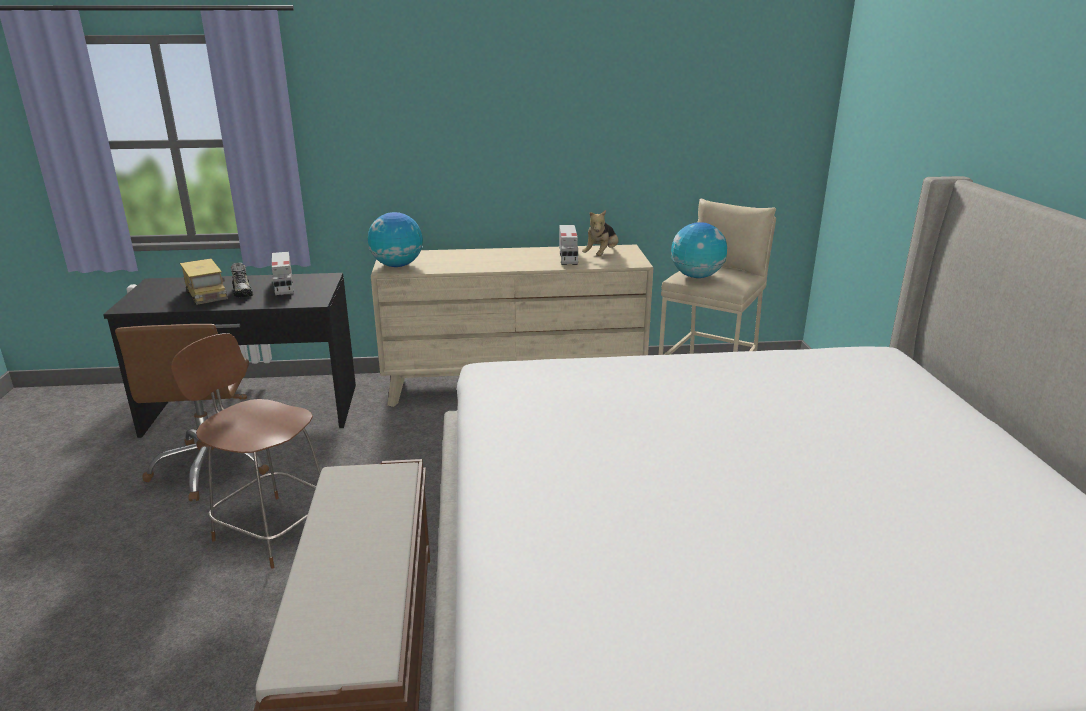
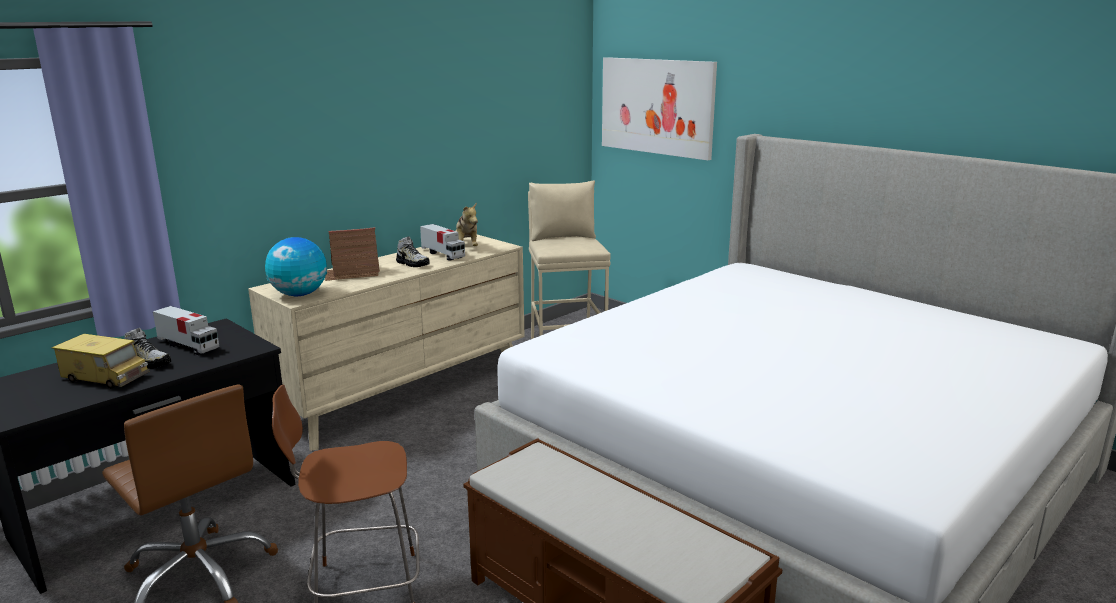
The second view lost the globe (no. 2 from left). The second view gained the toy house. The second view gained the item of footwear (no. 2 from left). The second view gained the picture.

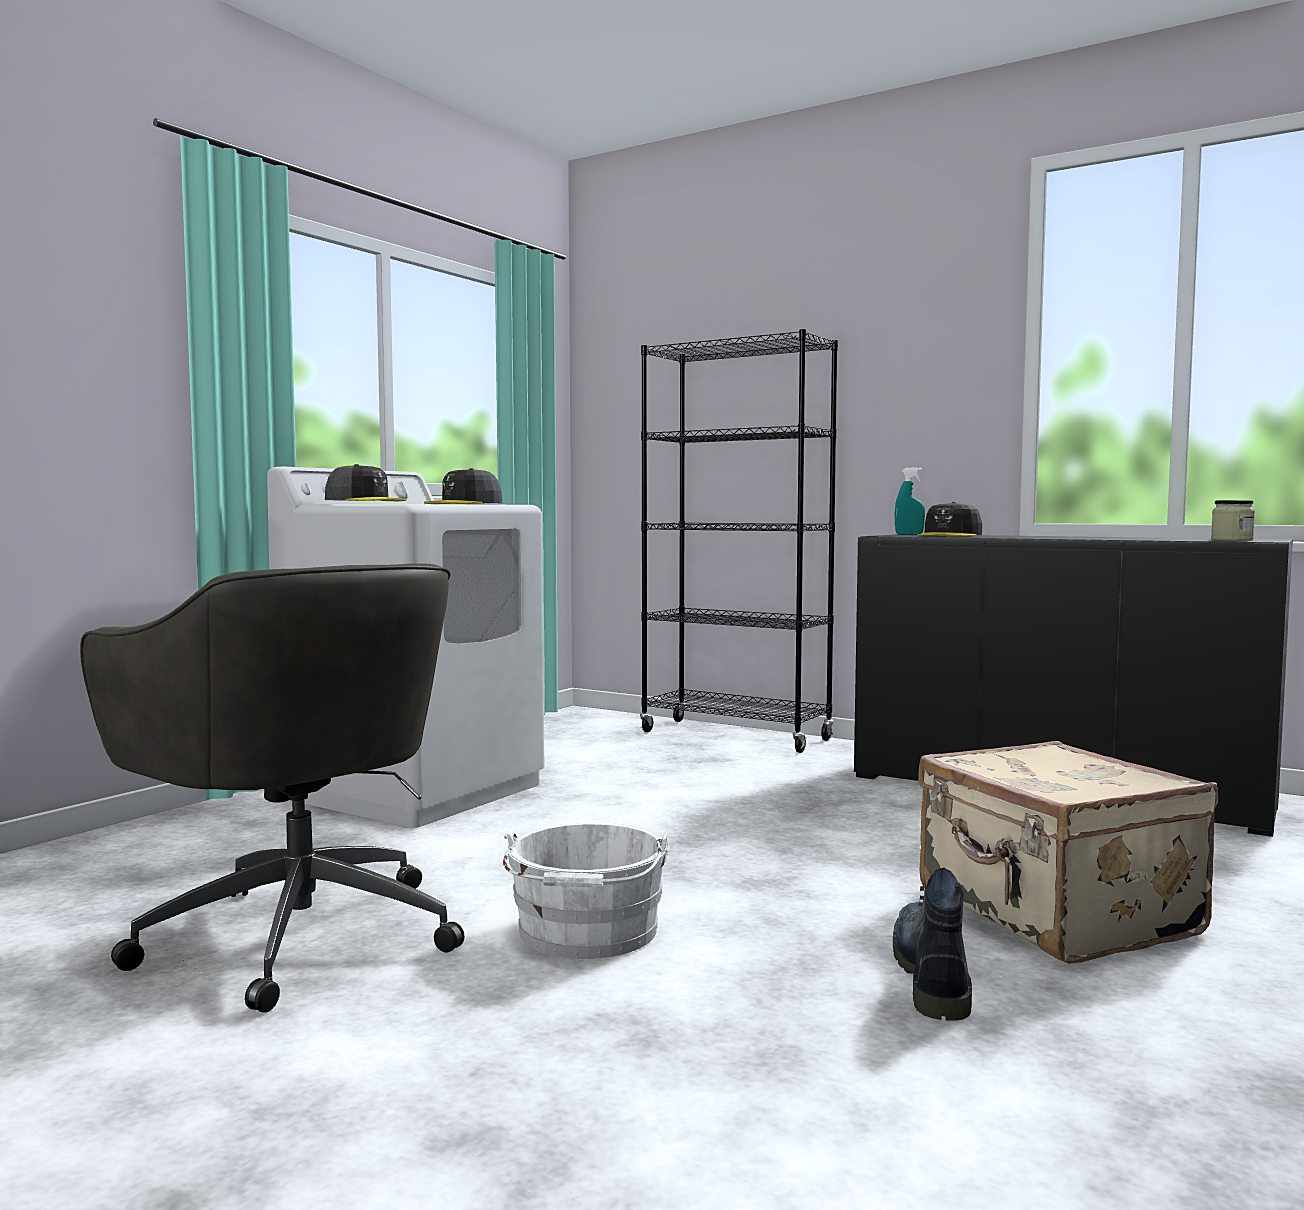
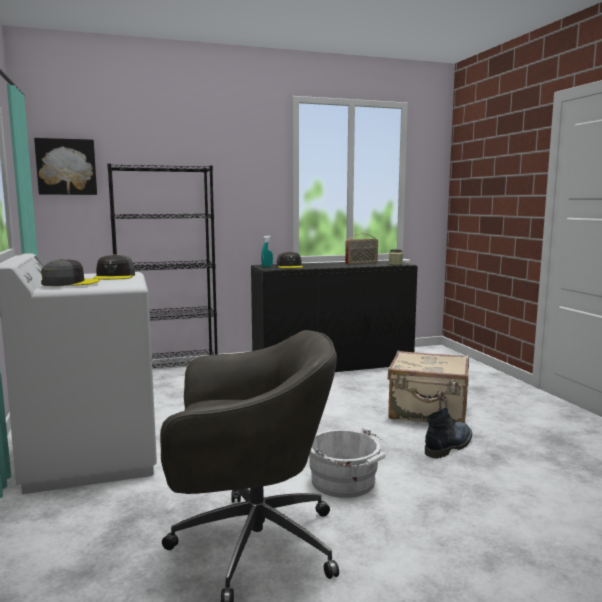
The high-top boot ended up facing another way, 90 degrees clockwise from before. The second view gained the picture. The second view gained the radio set.

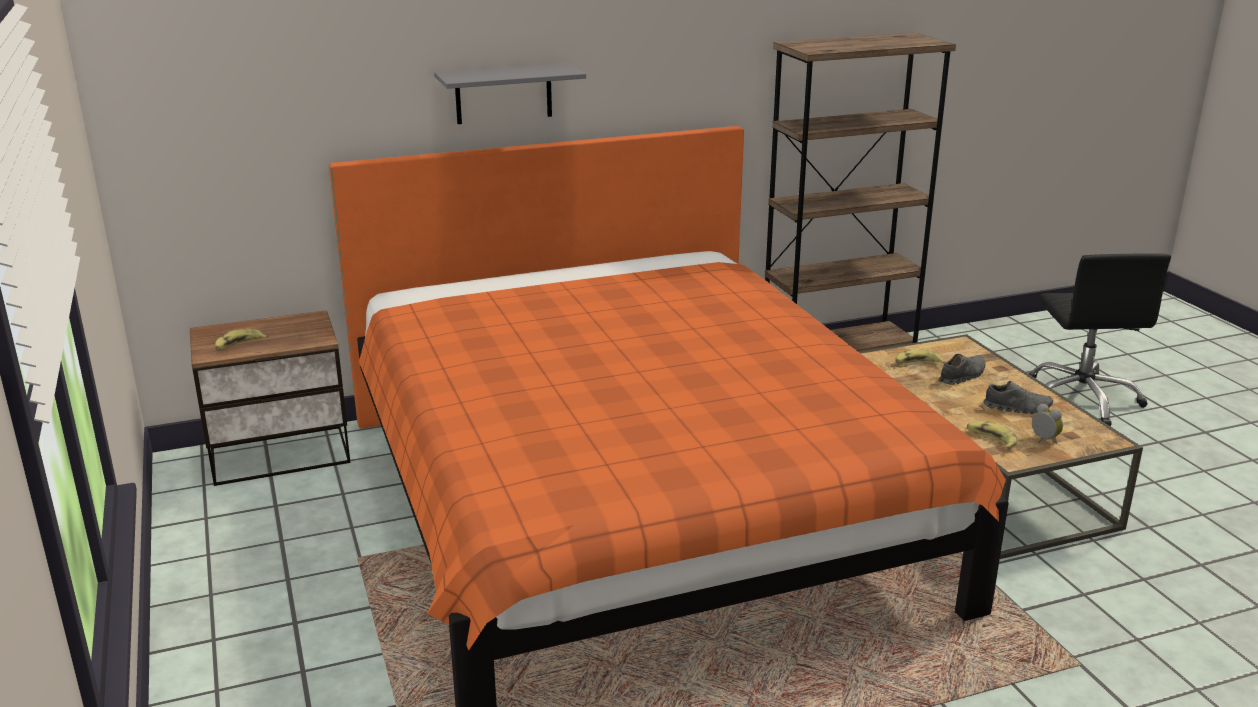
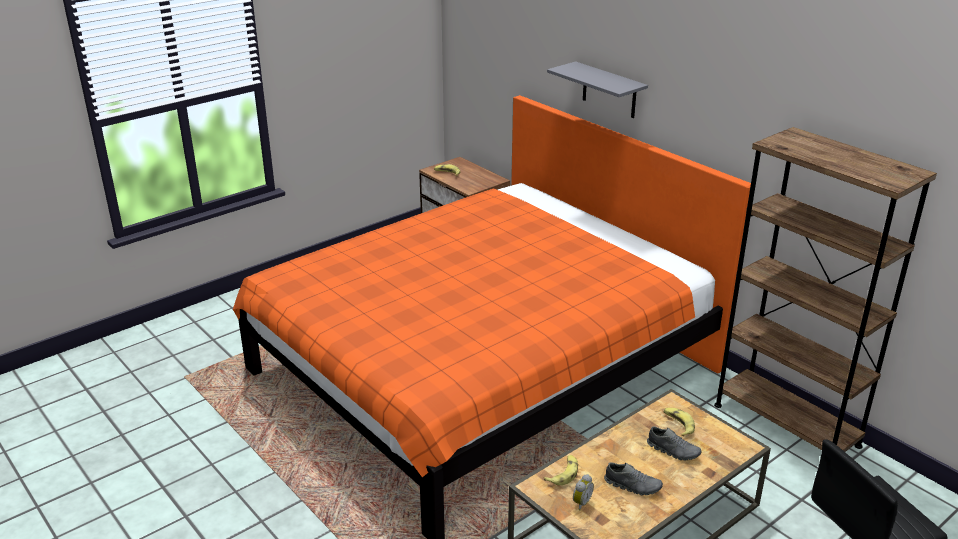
The grey item of footwear (no. 2 from left in the first image) ended up facing another way, 60 degrees counterclockwise from before.

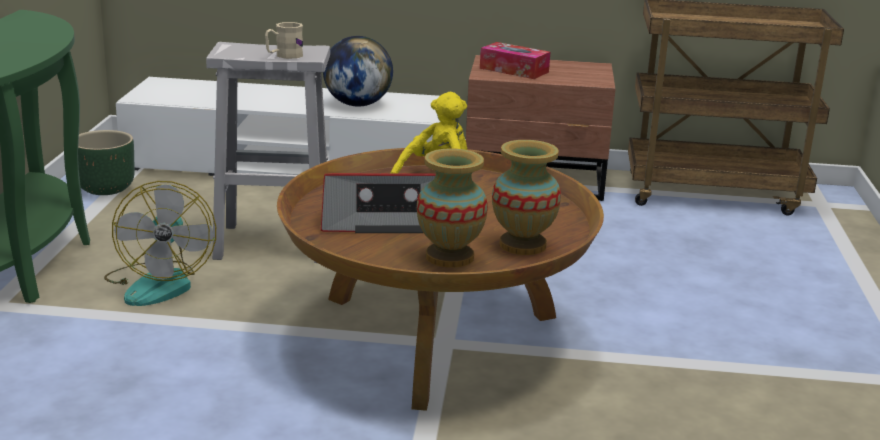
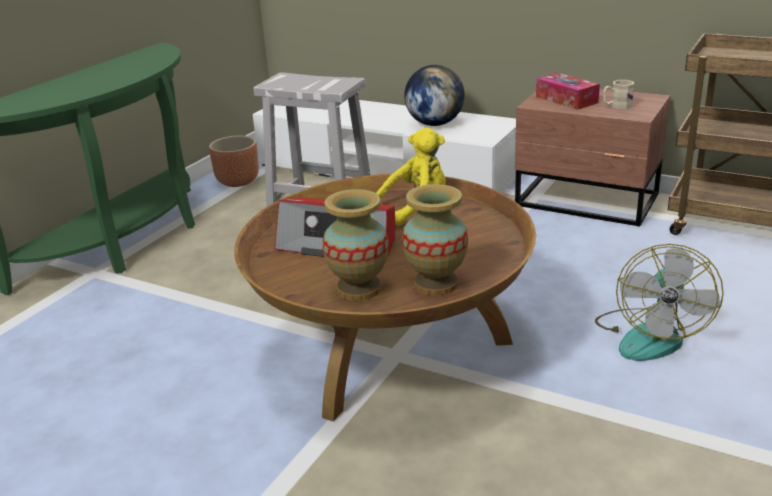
What was the greenish flower pot turned into the brown flower pot. The electric fan ended up elsewhere. The beige-coloured tea mug ended up elsewhere.

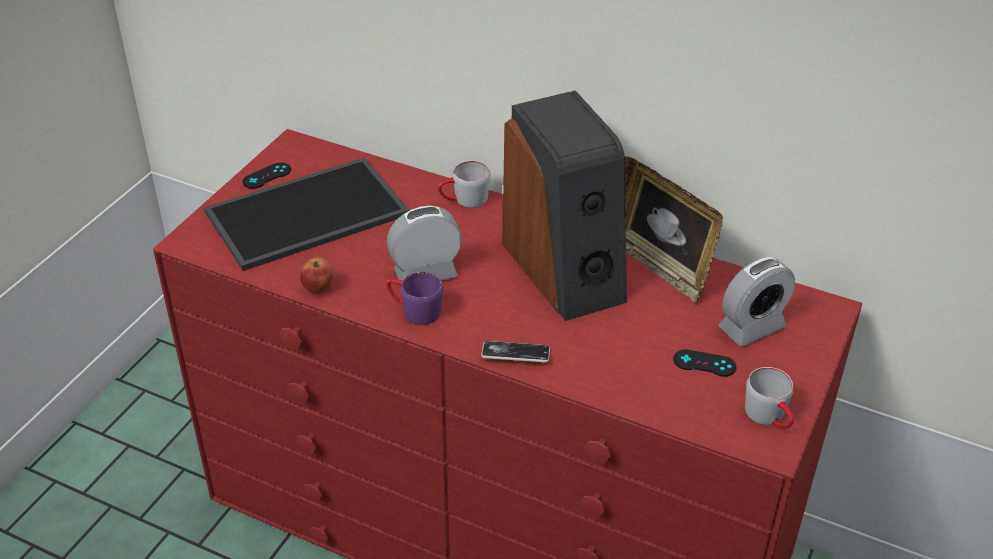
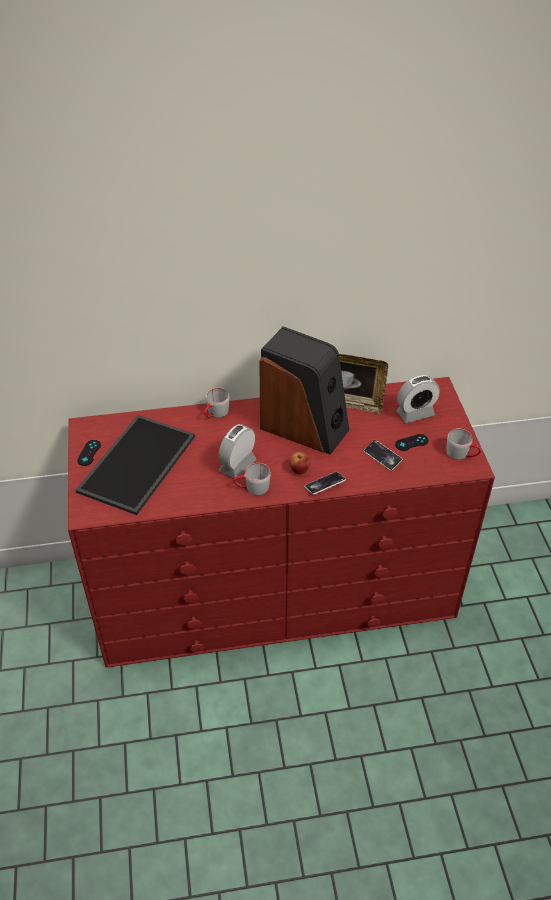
The apple fruit ended up elsewhere. What was the purplish tea mug turned into the grey tea mug (no. 2 from left). The table clock (no. 2 from left) ended up facing another way, 45 degrees clockwise from before. The second view gained the telephone (no. 2 from left).

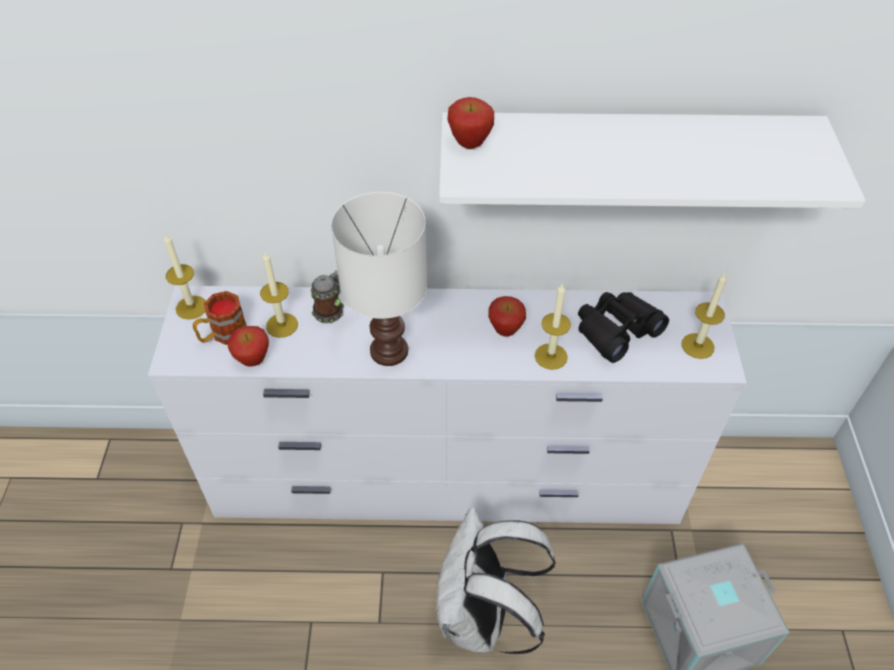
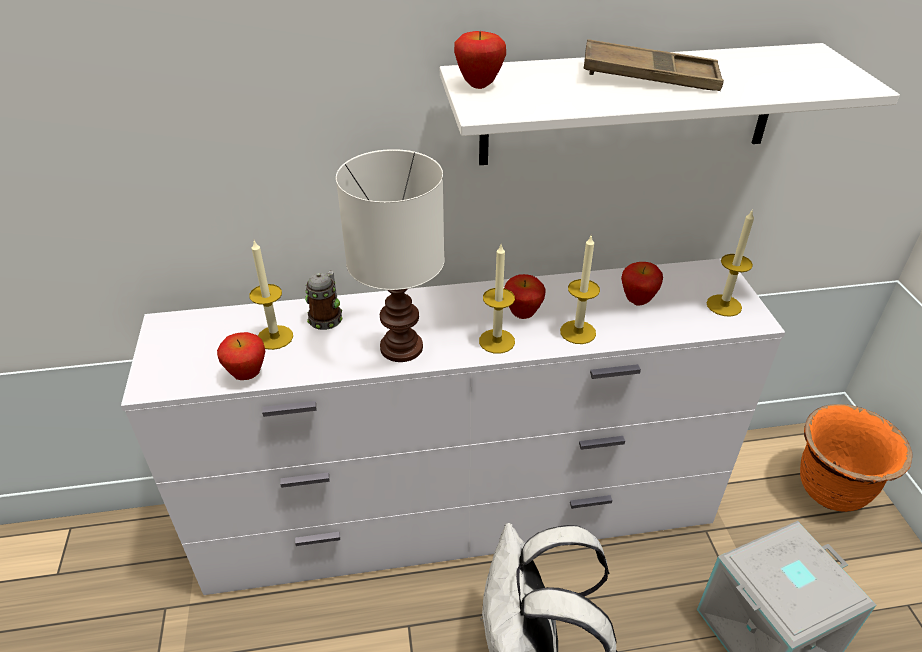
The wax light (no. 1 from left in the first image) ended up elsewhere. The second view lost the tea mug (no. 1 from left). Where the blackish field glasses stood, the apple fruit (no. 4 from left) came to stand. The second view gained the brown serving tray. The second view gained the orange-coloured flower pot.

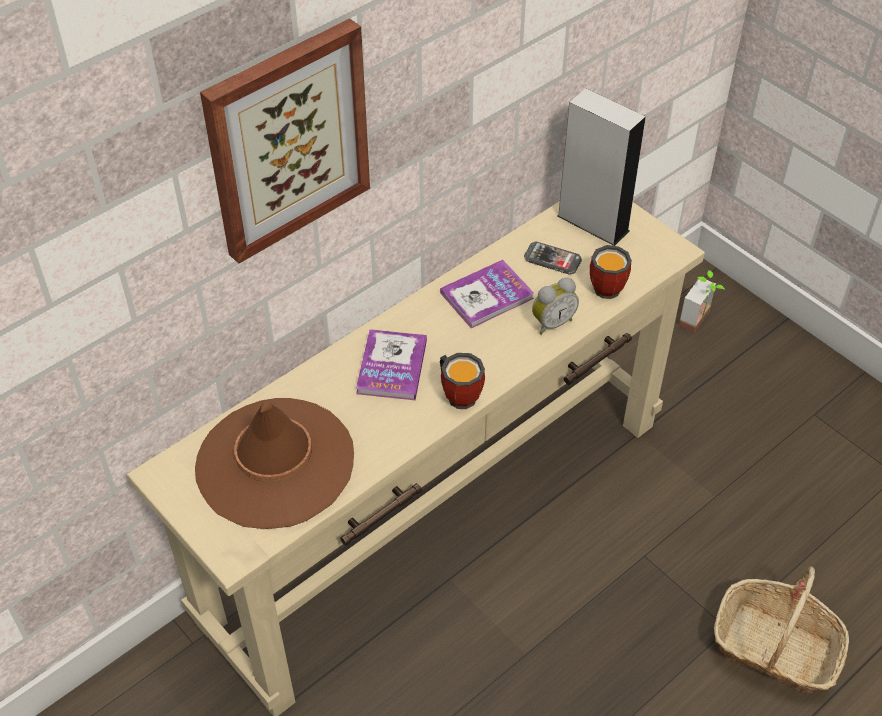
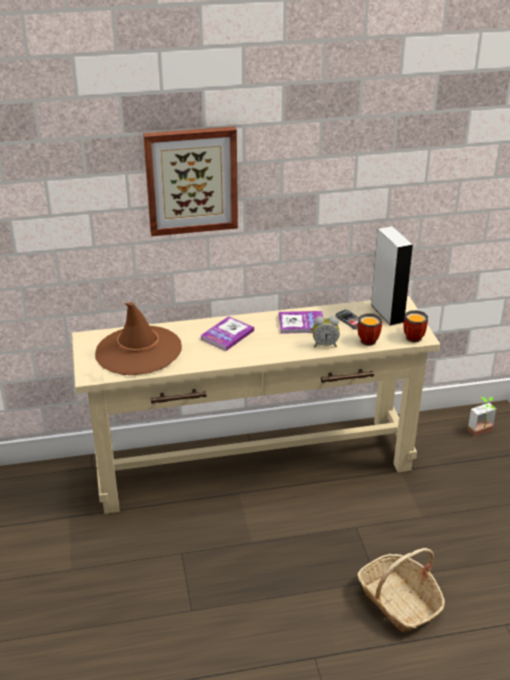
The tea mug (no. 1 from left in the first image) ended up elsewhere.

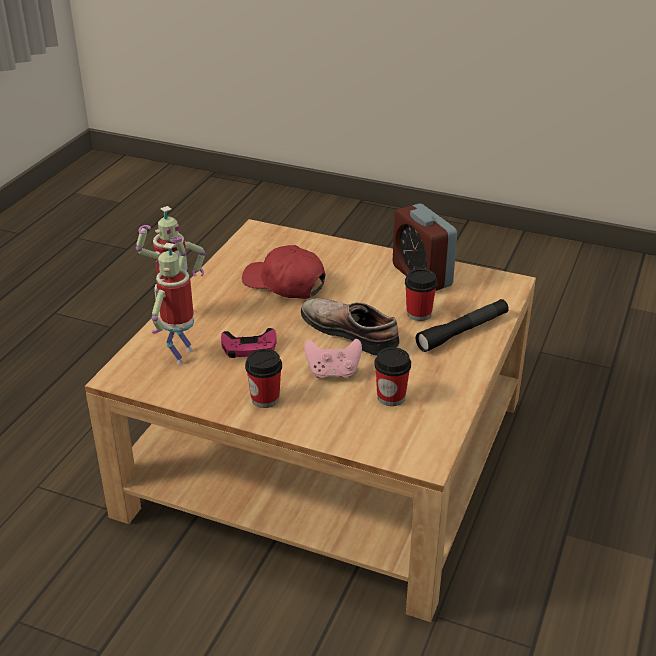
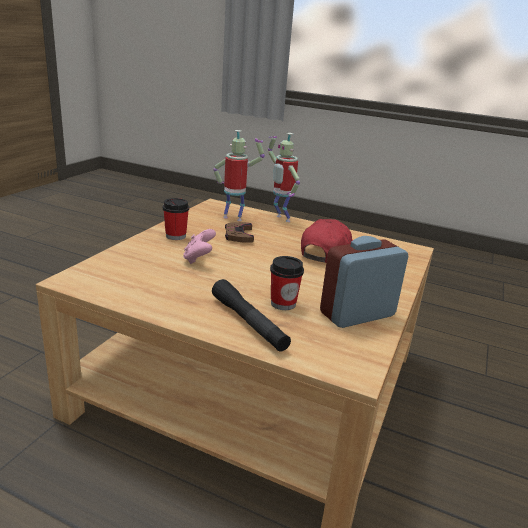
What was the pink game controller (no. 1 from left) turned into the brown game controller. The second view lost the item of footwear. The second view lost the small cup (no. 2 from left).

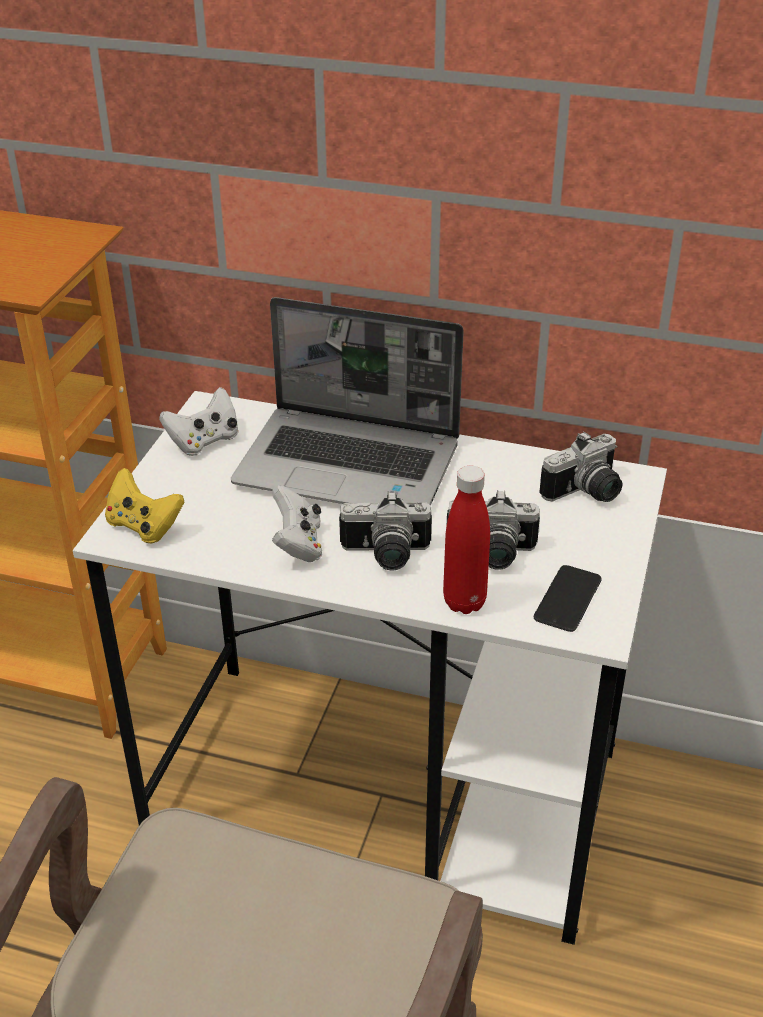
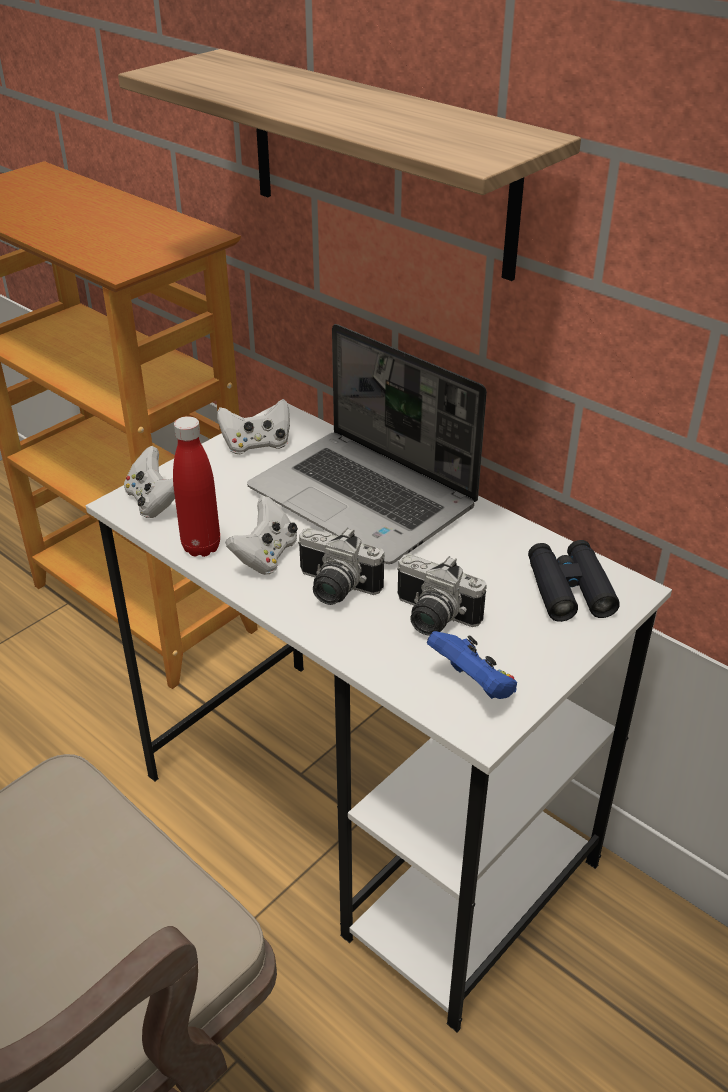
What was the yellowish game controller turned into the white-coloured game controller (no. 1 from left). The red drink bottle ended up elsewhere. Where the telephone stood, the bluish game controller came to stand. Where the photo camera (no. 3 from left) stood, the blackish field glasses came to stand. The second view gained the wall shelf.

